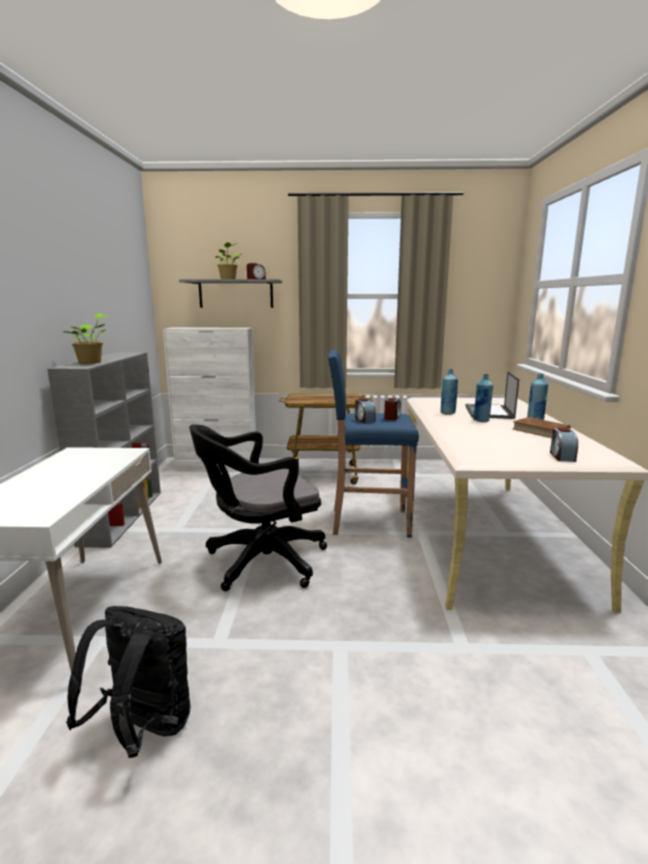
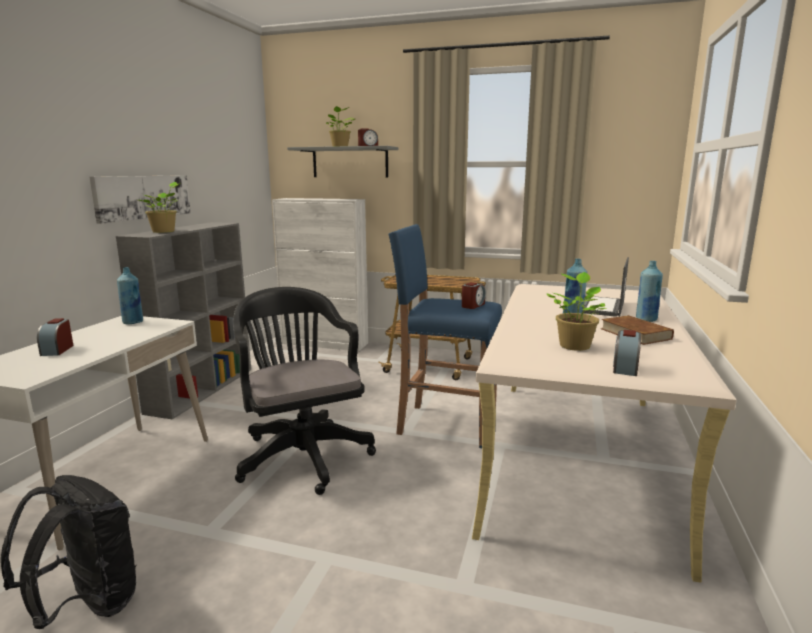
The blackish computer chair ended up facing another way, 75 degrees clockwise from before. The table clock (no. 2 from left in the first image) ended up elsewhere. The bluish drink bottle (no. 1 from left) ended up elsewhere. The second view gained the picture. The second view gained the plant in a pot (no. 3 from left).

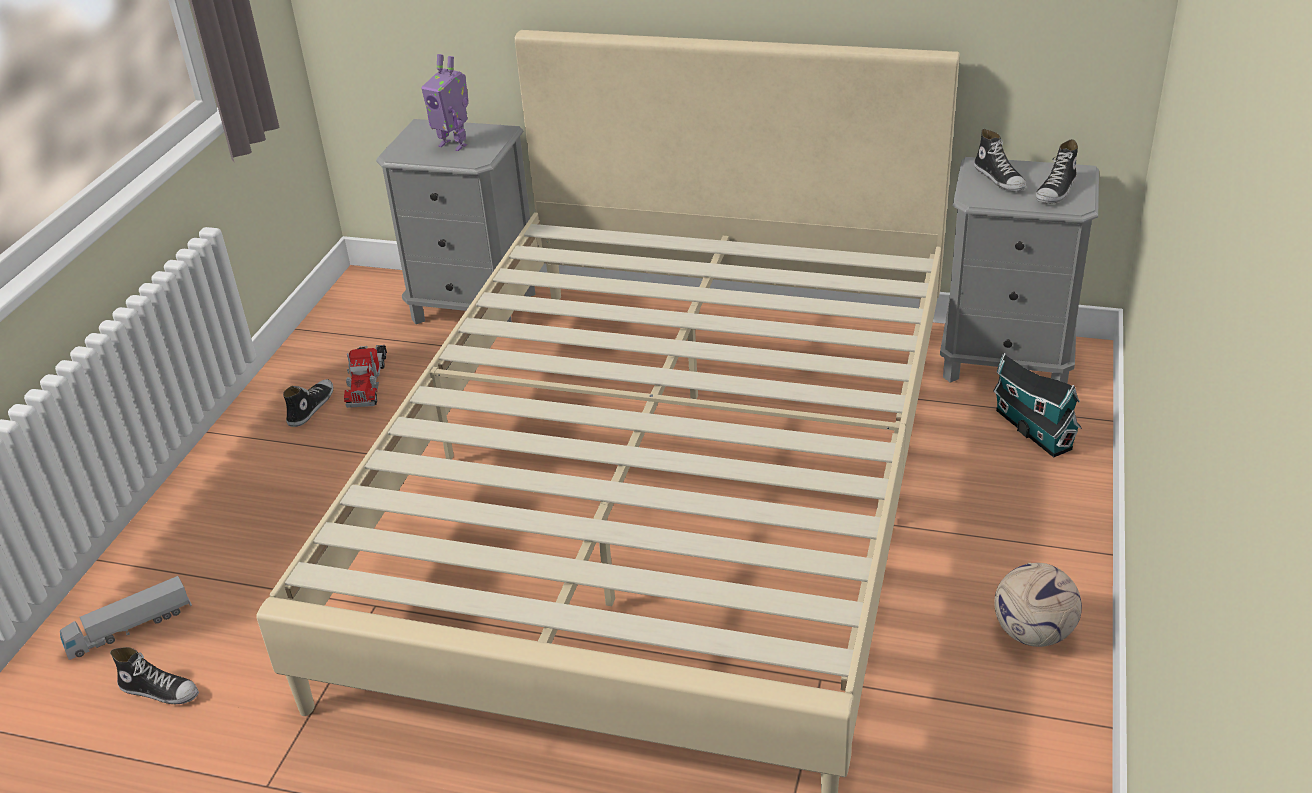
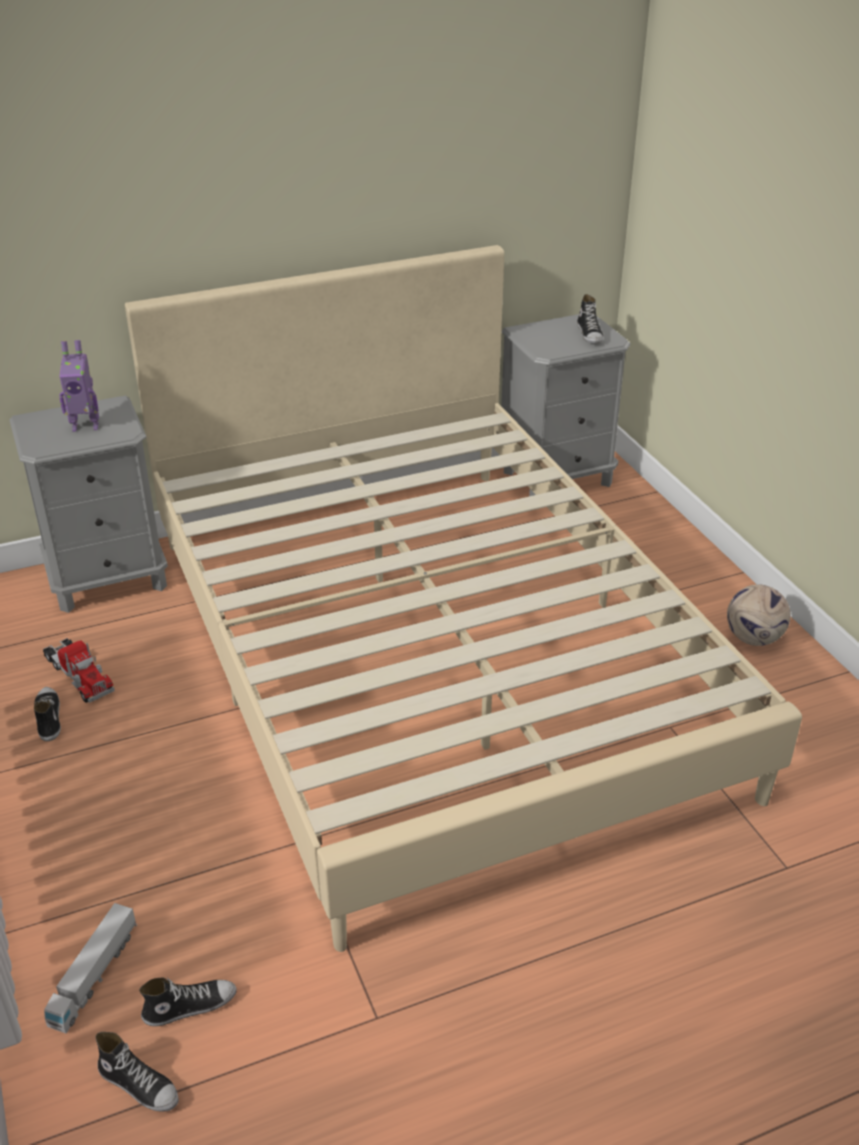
The item of footwear (no. 3 from left in the first image) ended up elsewhere. The second view lost the toy house.

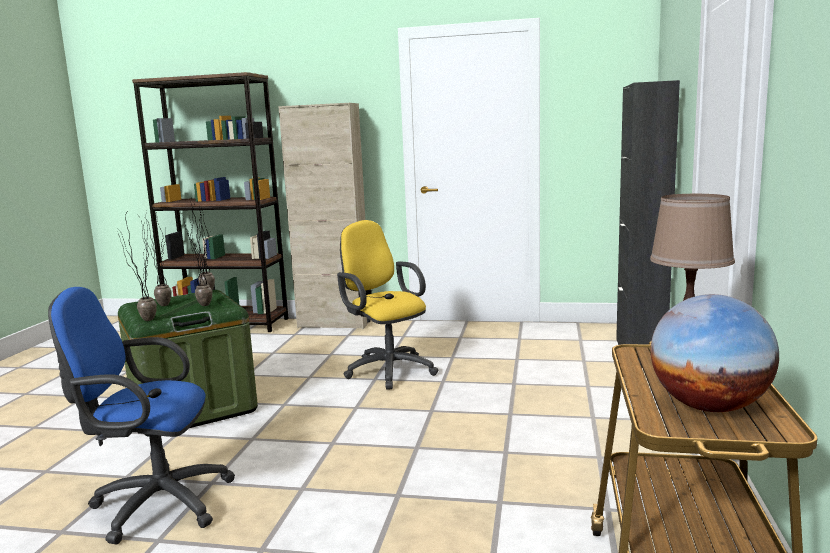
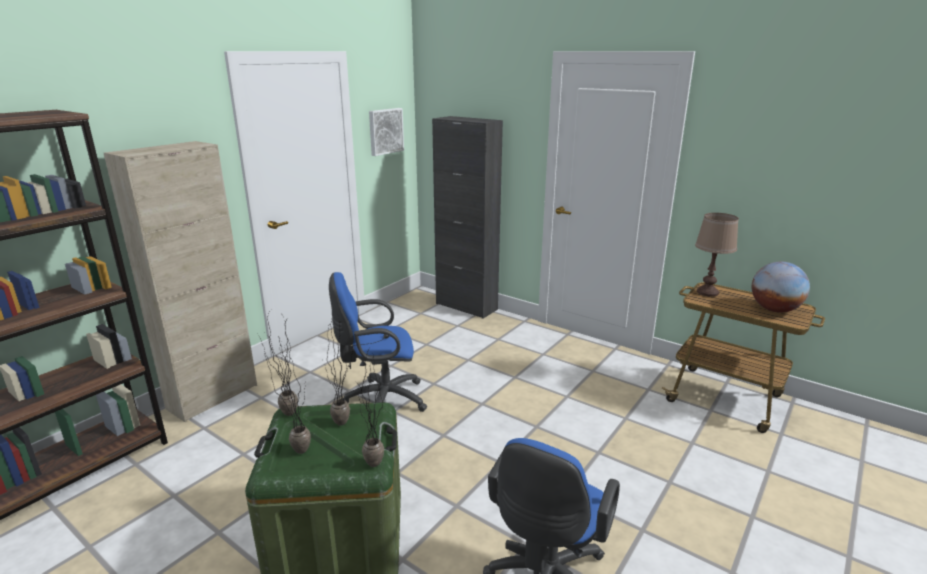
What was the yellowish computer chair turned into the bluish computer chair (no. 1 from left). The second view gained the picture.

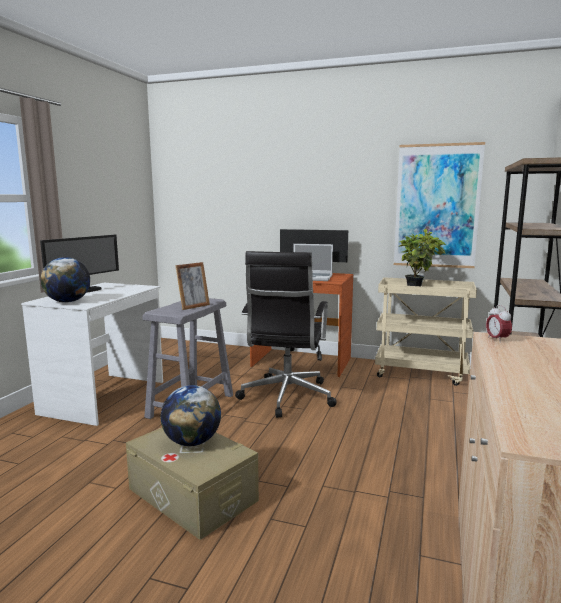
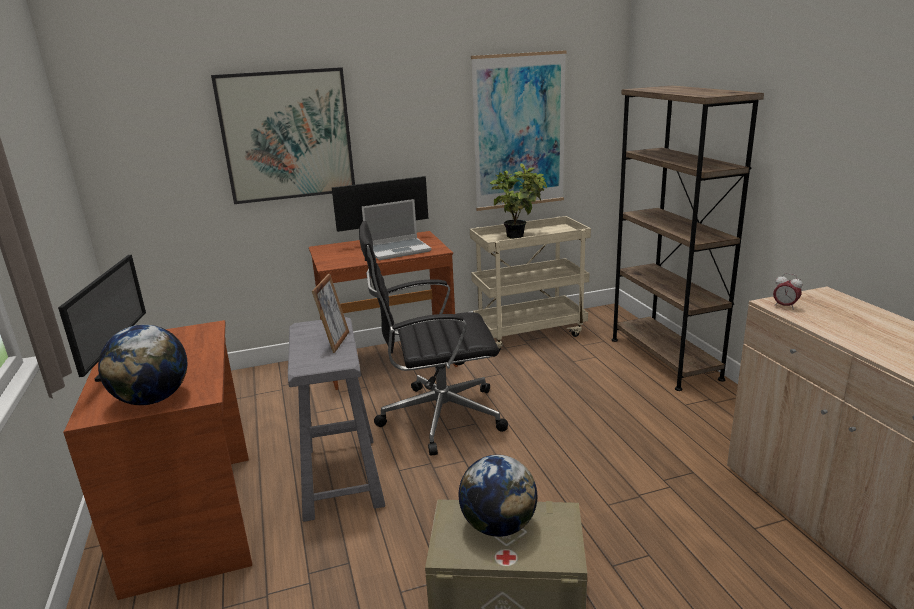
What was the white-coloured desk unit turned into the brown desk unit (no. 1 from left). The blackish computer chair ended up facing another way, 105 degrees clockwise from before. The second view gained the picture (no. 1 from left).

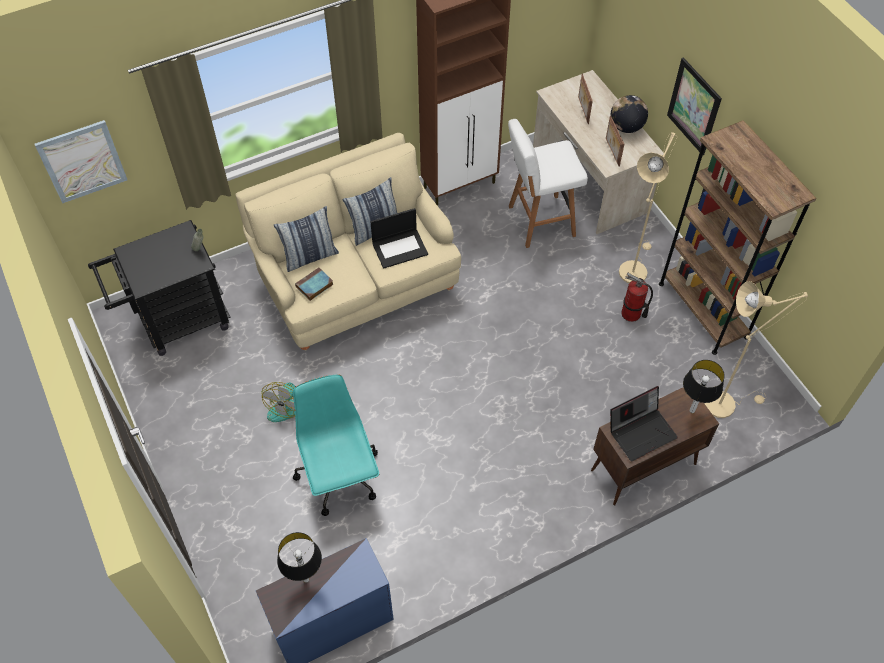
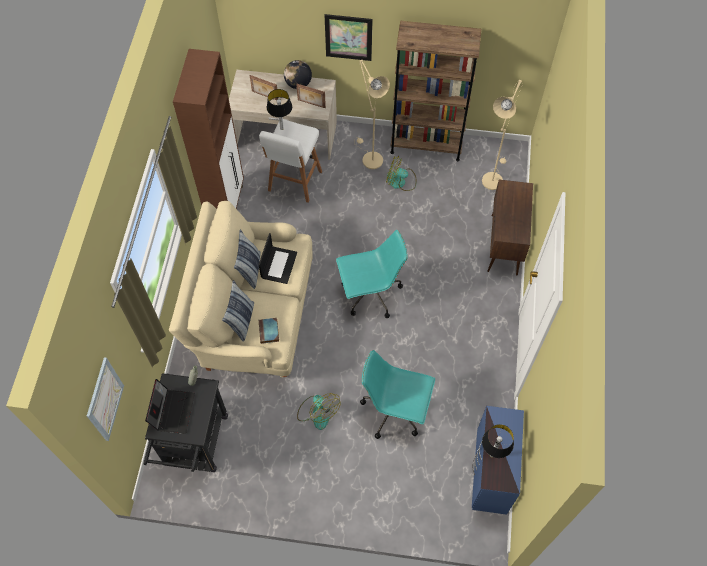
The laptop (no. 2 from left in the first image) ended up elsewhere. Where the fire-fighting cylinder stood, the electric fan (no. 2 from left) came to stand. The lamp for a table (no. 2 from left in the first image) ended up elsewhere. The second view gained the turquoise-coloured computer chair (no. 1 from left).

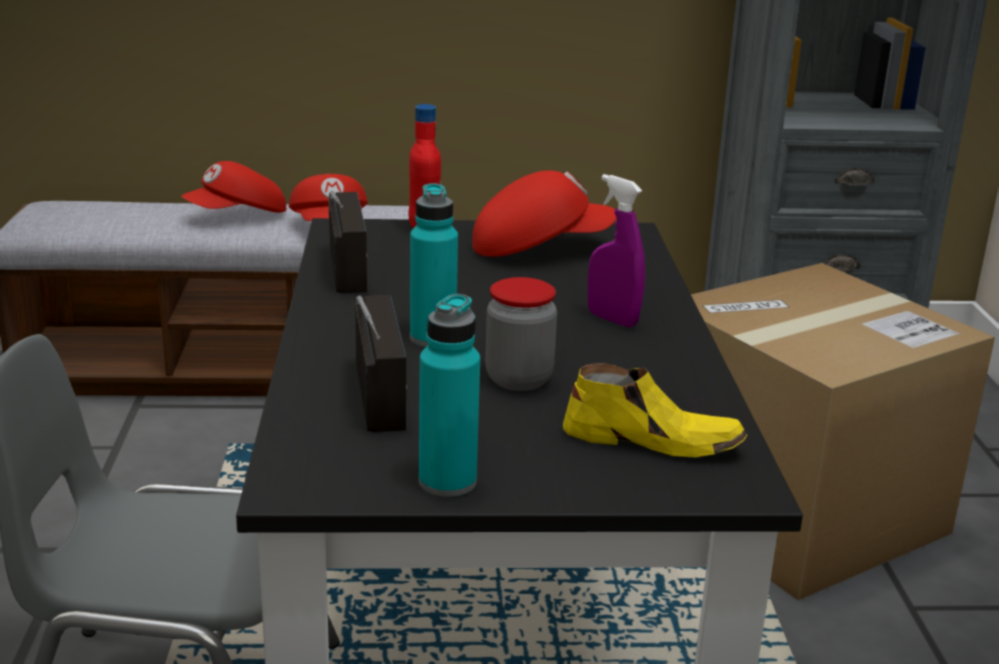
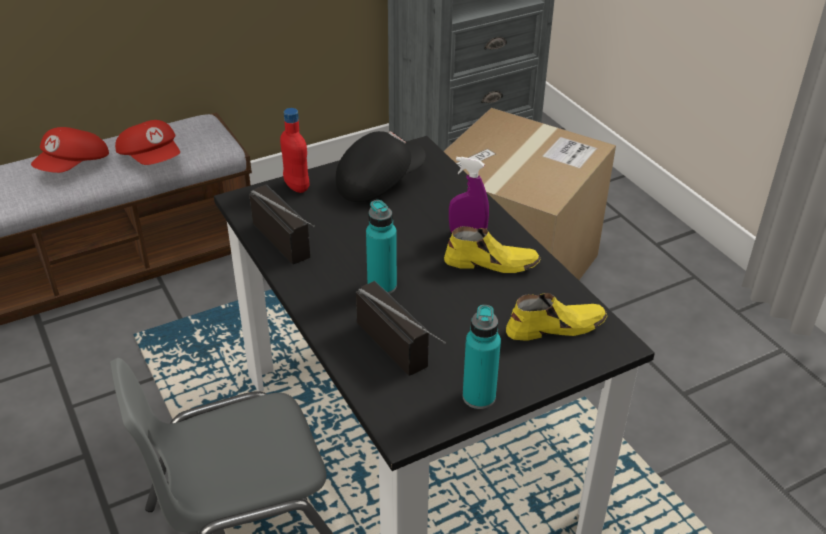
What was the red cap (no. 3 from left) turned into the blackish cap. The second view lost the preserve jar. The second view gained the yellowish item of footwear (no. 1 from left).

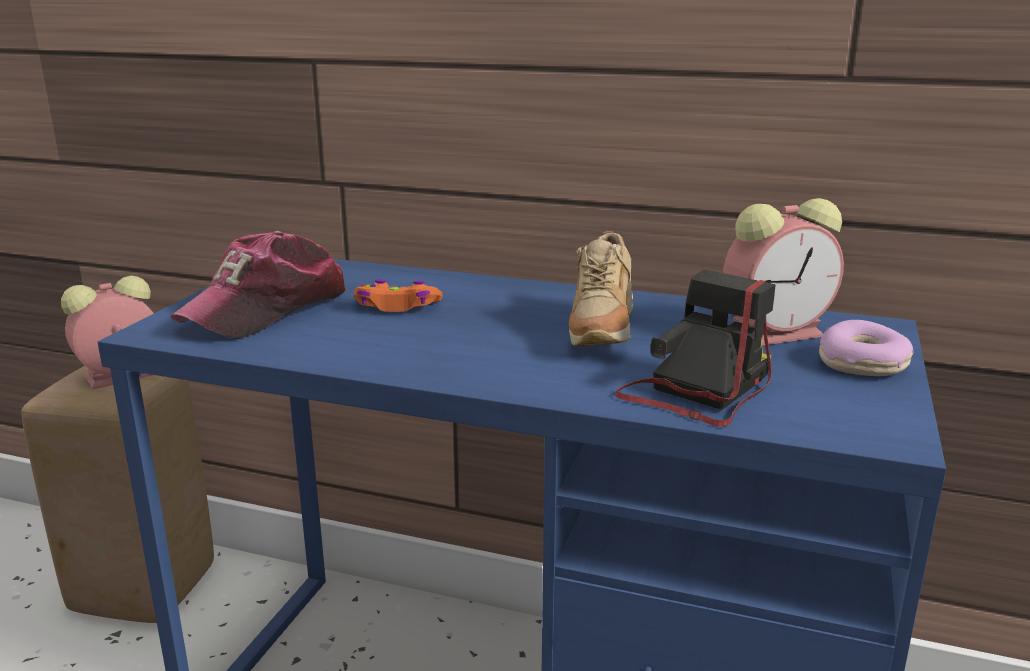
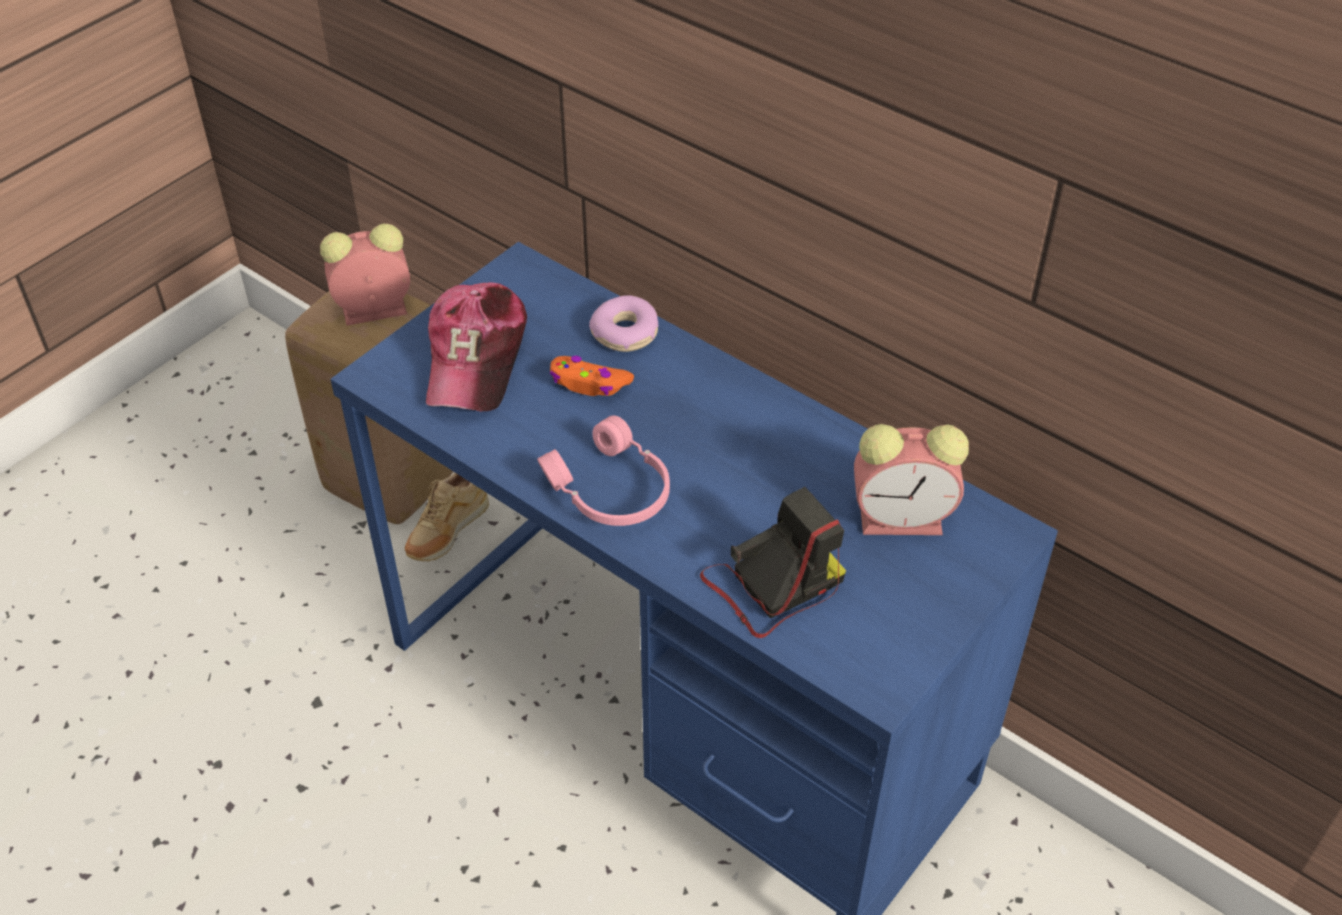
The cap ended up facing another way, 45 degrees counterclockwise from before. The beige-coloured item of footwear ended up elsewhere. The ring doughnut ended up elsewhere. The second view gained the pink headset.

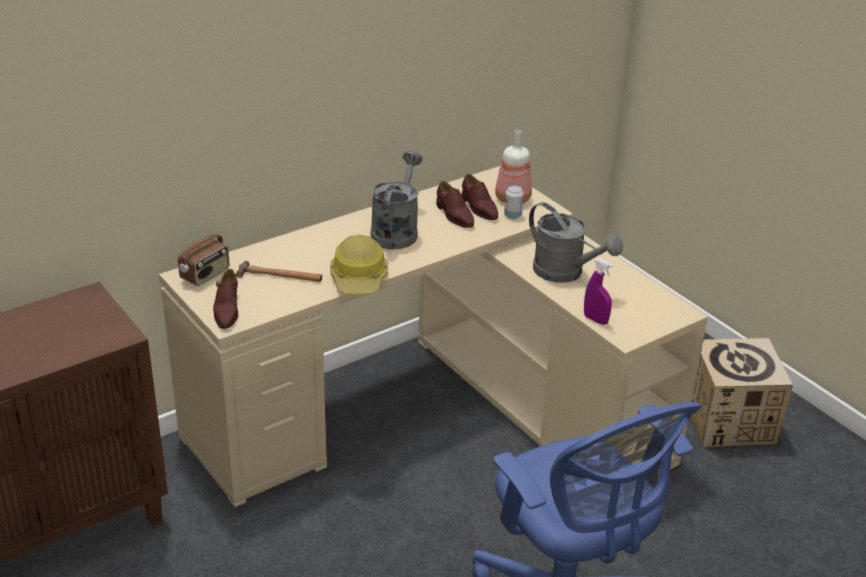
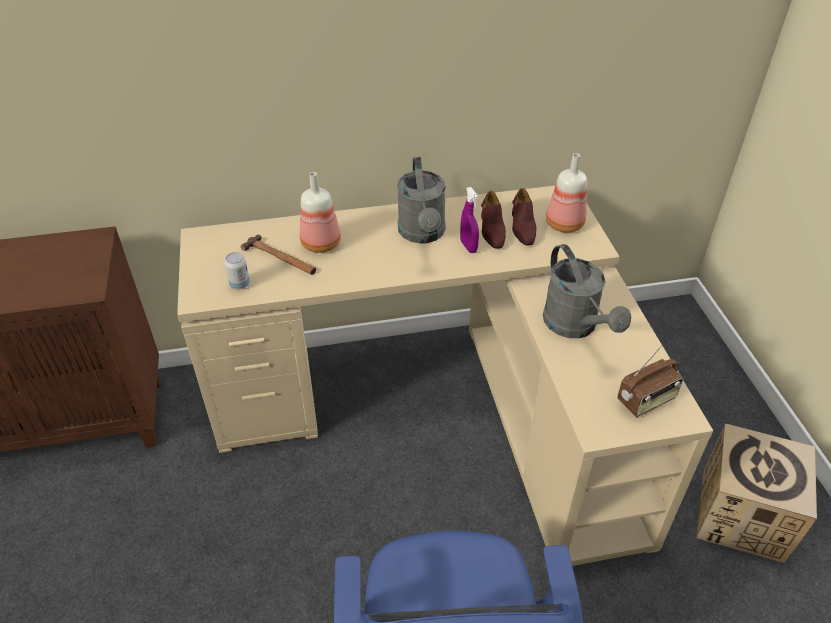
The radio set ended up elsewhere. The second view lost the brown item of footwear (no. 1 from left). The second view lost the hard hat. The grey sprinkling can (no. 1 from left) ended up facing another way, 135 degrees clockwise from before. The sealed can ended up elsewhere. The purplish sprayer ended up elsewhere. The second view gained the drink bottle (no. 1 from left).

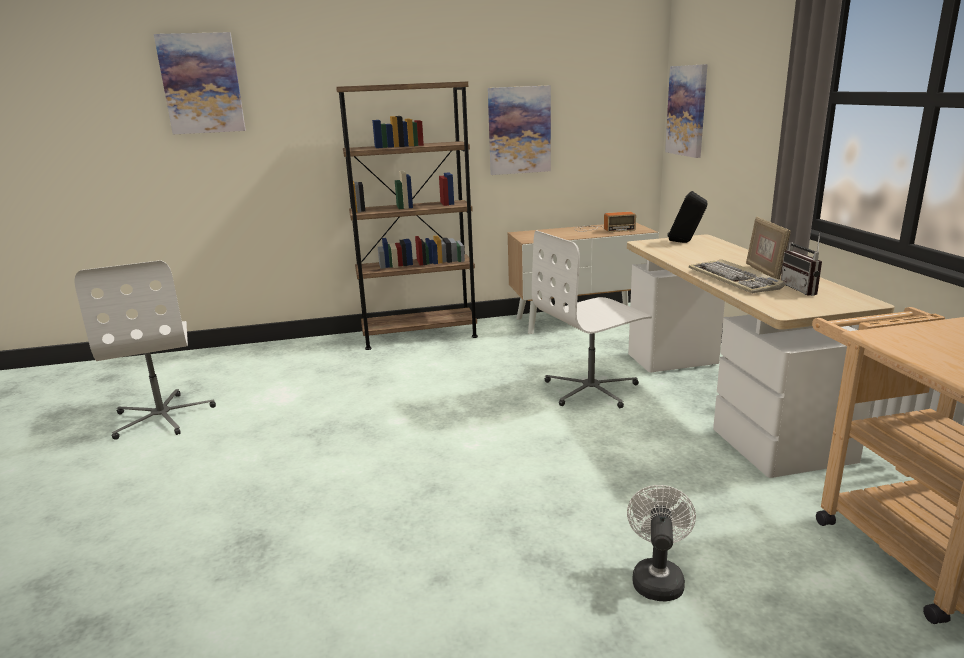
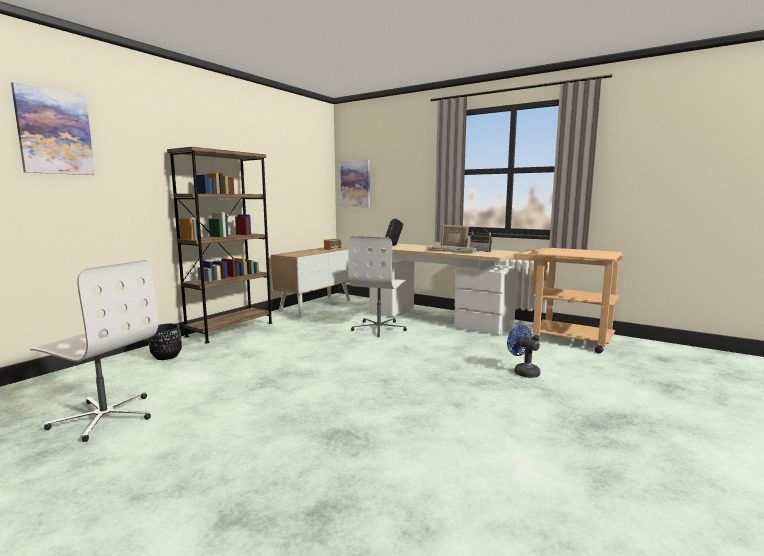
The second view lost the picture (no. 2 from left). What was the white-coloured electric fan turned into the bluish electric fan. The second view gained the blackish flower pot.

